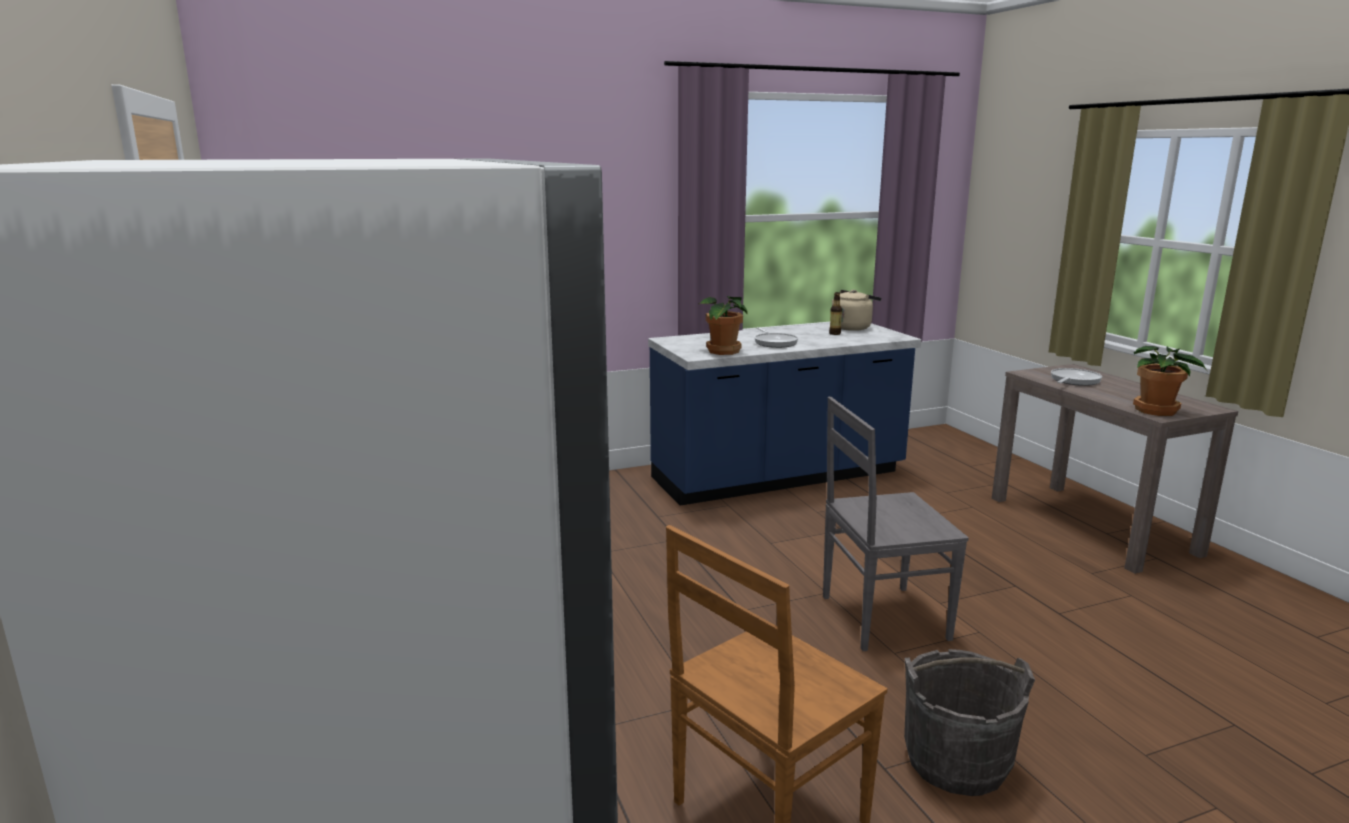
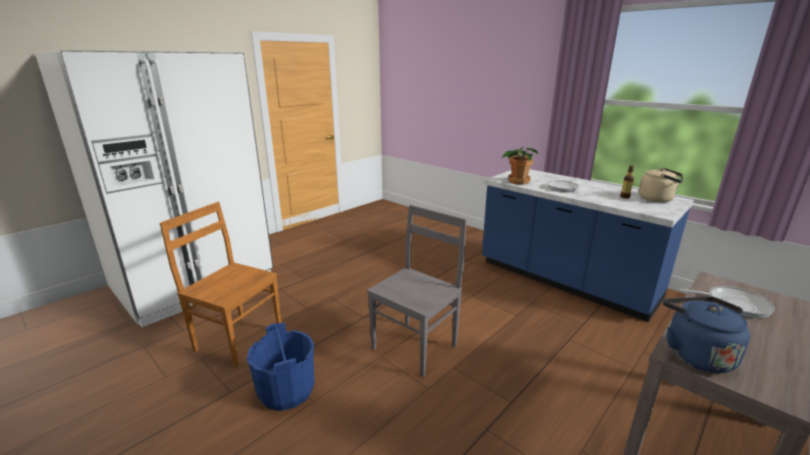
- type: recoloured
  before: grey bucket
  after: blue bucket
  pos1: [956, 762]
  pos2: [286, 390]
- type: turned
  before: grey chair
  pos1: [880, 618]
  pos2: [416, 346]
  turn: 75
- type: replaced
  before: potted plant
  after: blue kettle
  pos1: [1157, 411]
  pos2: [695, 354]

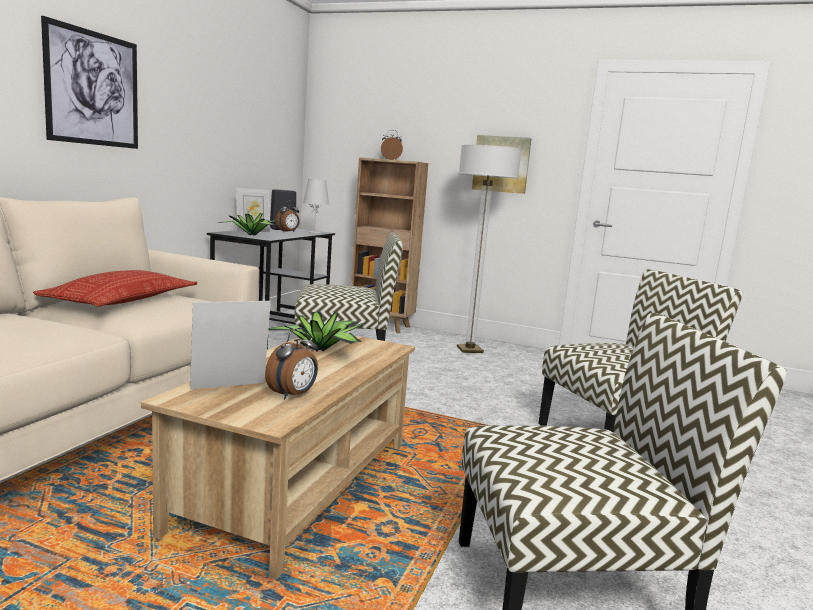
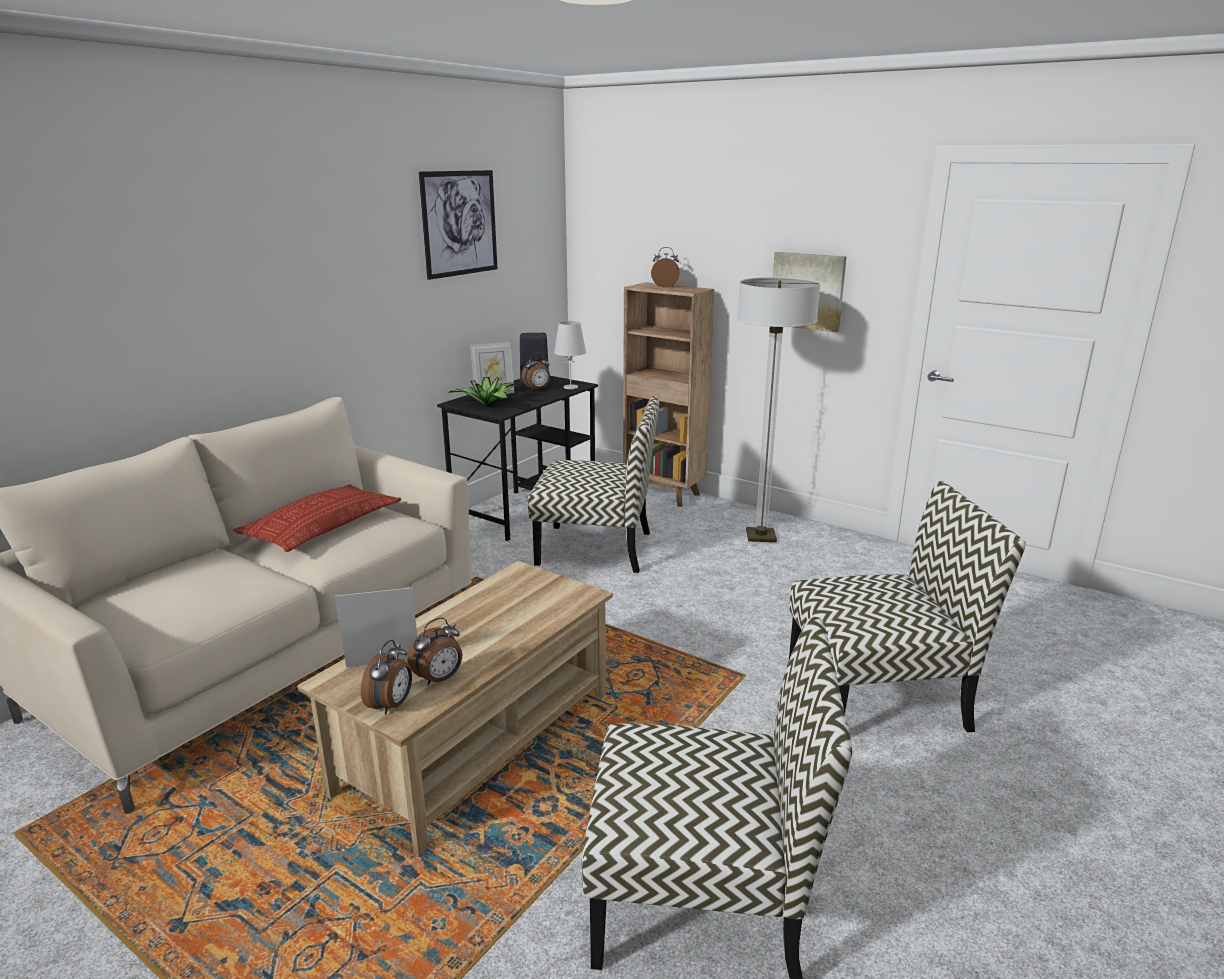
- type: added
  after: alarm clock
  pos2: [392, 705]
- type: moved
  before: picture
  pos1: [93, 89]
  pos2: [459, 223]
- type: removed
  before: potted plant
  pos1: [321, 349]

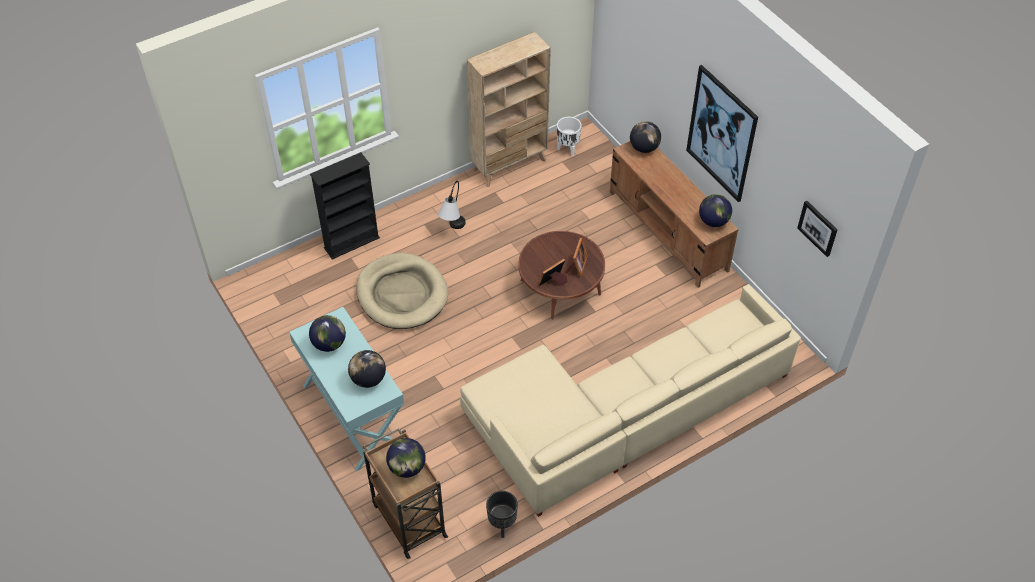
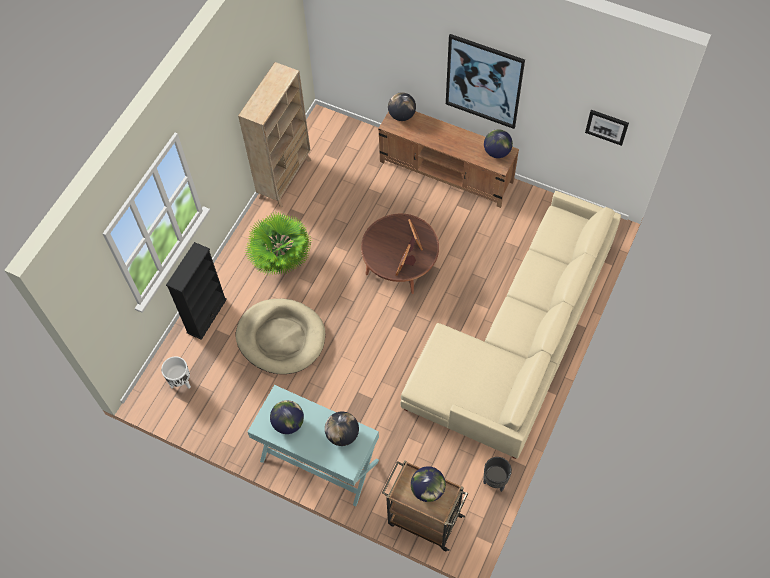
- type: moved
  before: white planter
  pos1: [567, 149]
  pos2: [181, 382]
- type: replaced
  before: table lamp
  after: potted plant
  pos1: [452, 230]
  pos2: [281, 260]

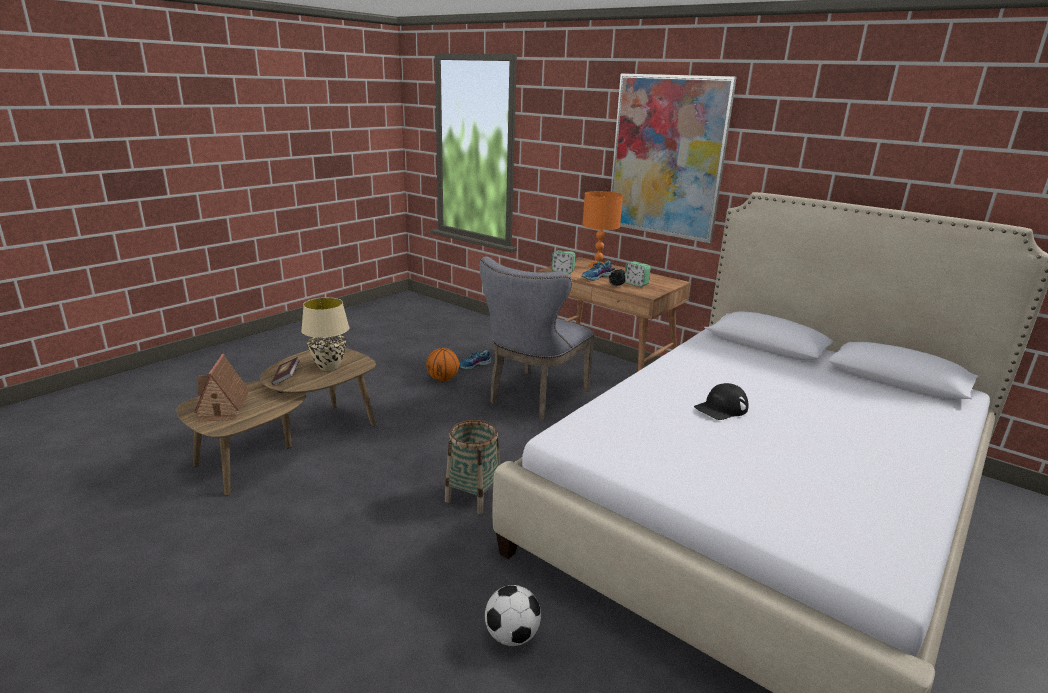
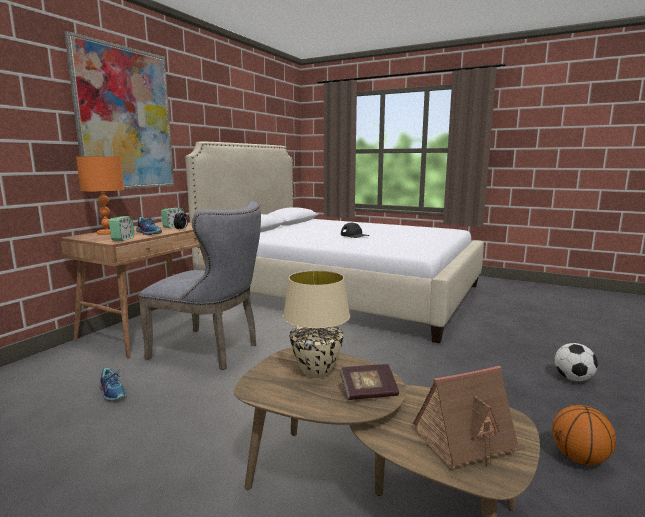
- type: moved
  before: basketball
  pos1: [442, 379]
  pos2: [579, 458]
- type: moved
  before: football
  pos1: [512, 636]
  pos2: [573, 378]
- type: removed
  before: basket
  pos1: [473, 496]

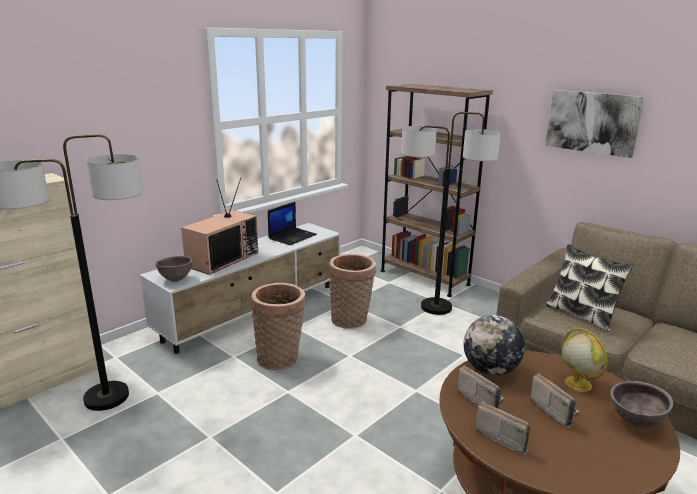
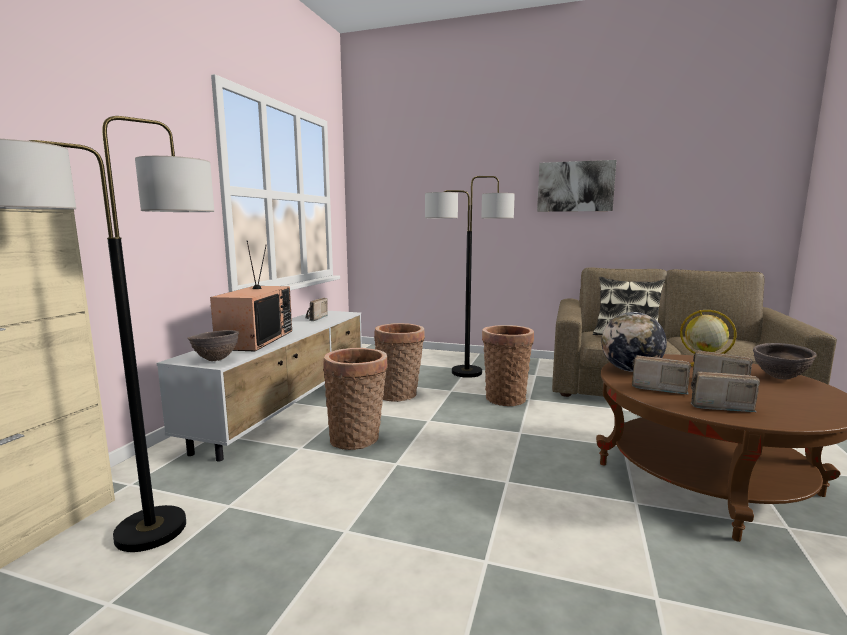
- type: replaced
  before: laptop
  after: radio
  pos1: [292, 236]
  pos2: [314, 318]
- type: added
  after: basket
  pos2: [505, 397]
- type: removed
  before: brown bookcase
  pos1: [424, 278]

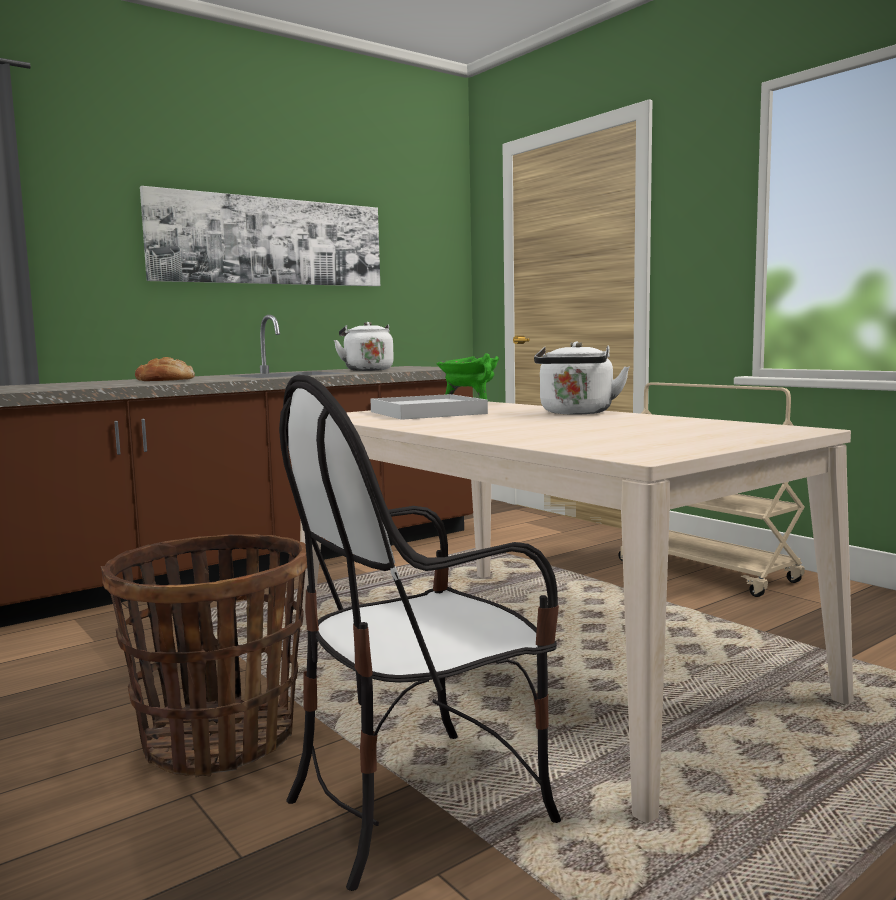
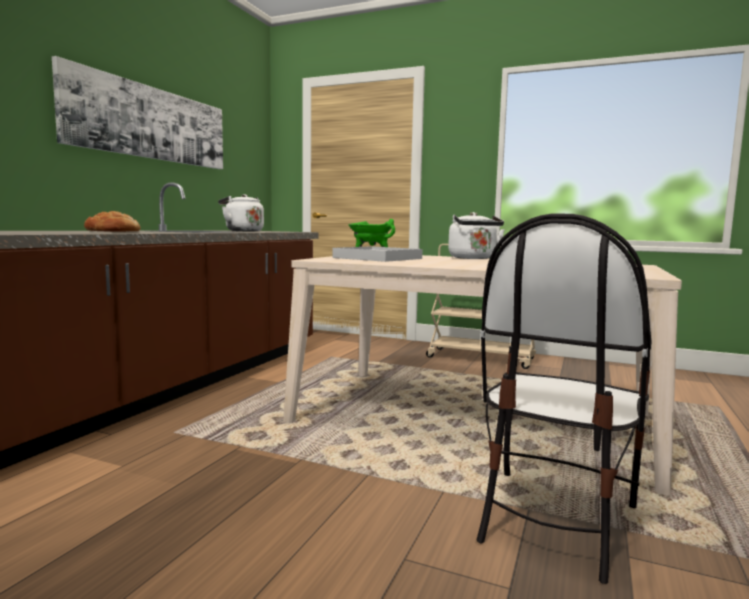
- type: removed
  before: basket
  pos1: [220, 740]

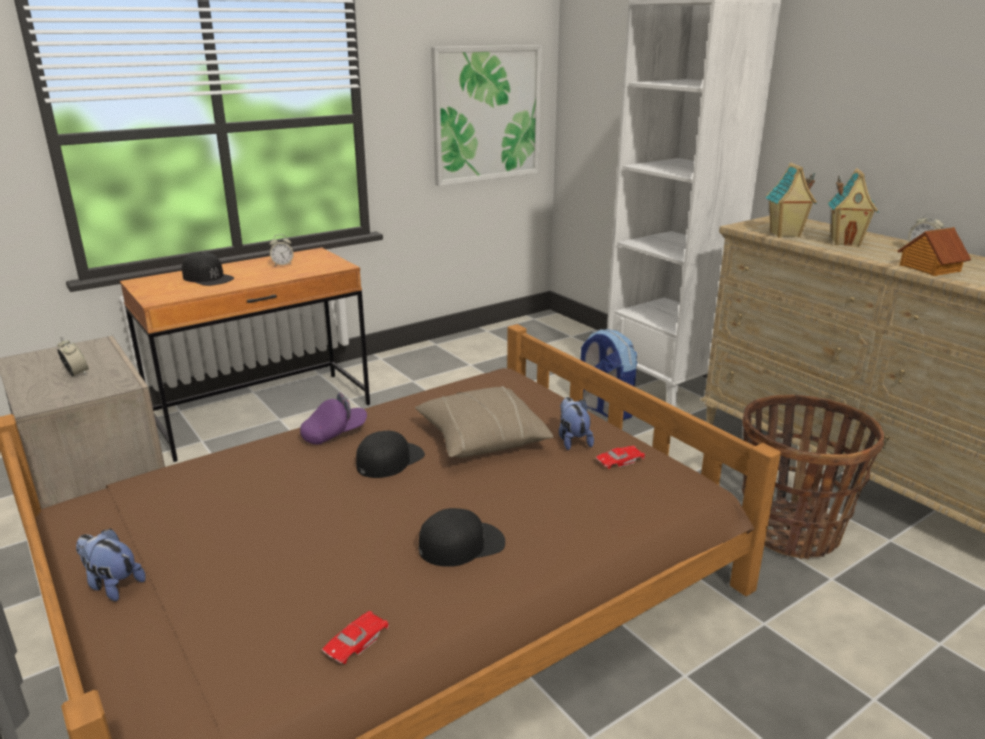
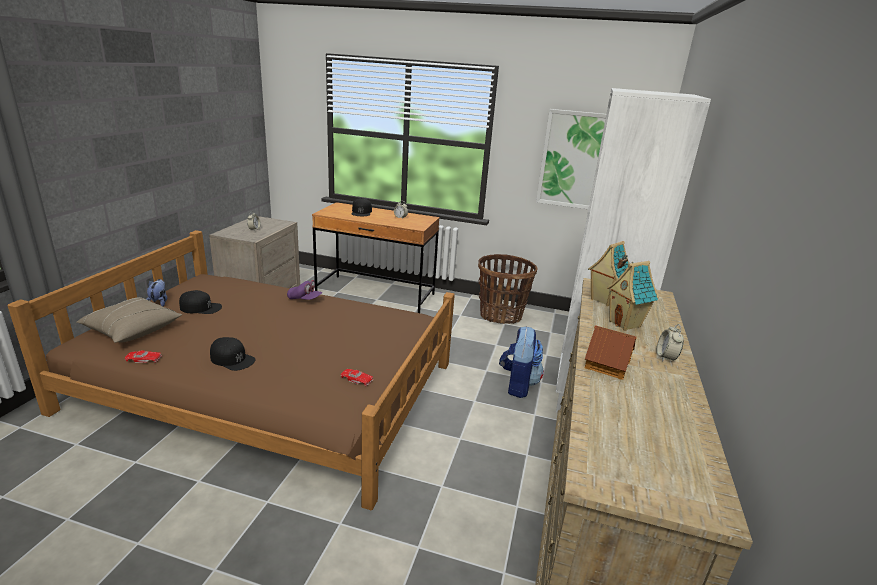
- type: moved
  before: beige pillow
  pos1: [482, 439]
  pos2: [132, 330]
- type: moved
  before: black cap
  pos1: [390, 460]
  pos2: [200, 307]
- type: moved
  before: basket
  pos1: [790, 530]
  pos2: [500, 315]
- type: removed
  before: plush toy
  pos1: [572, 440]

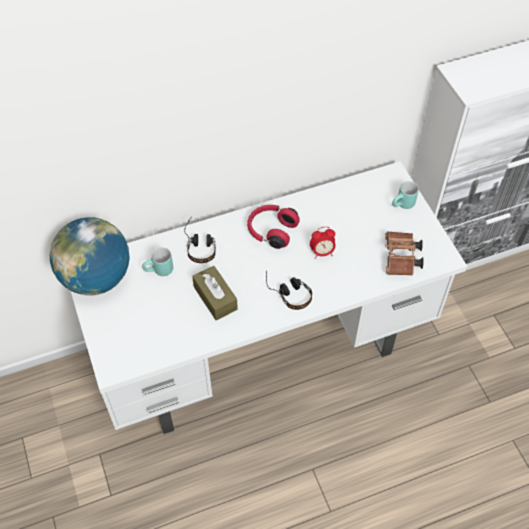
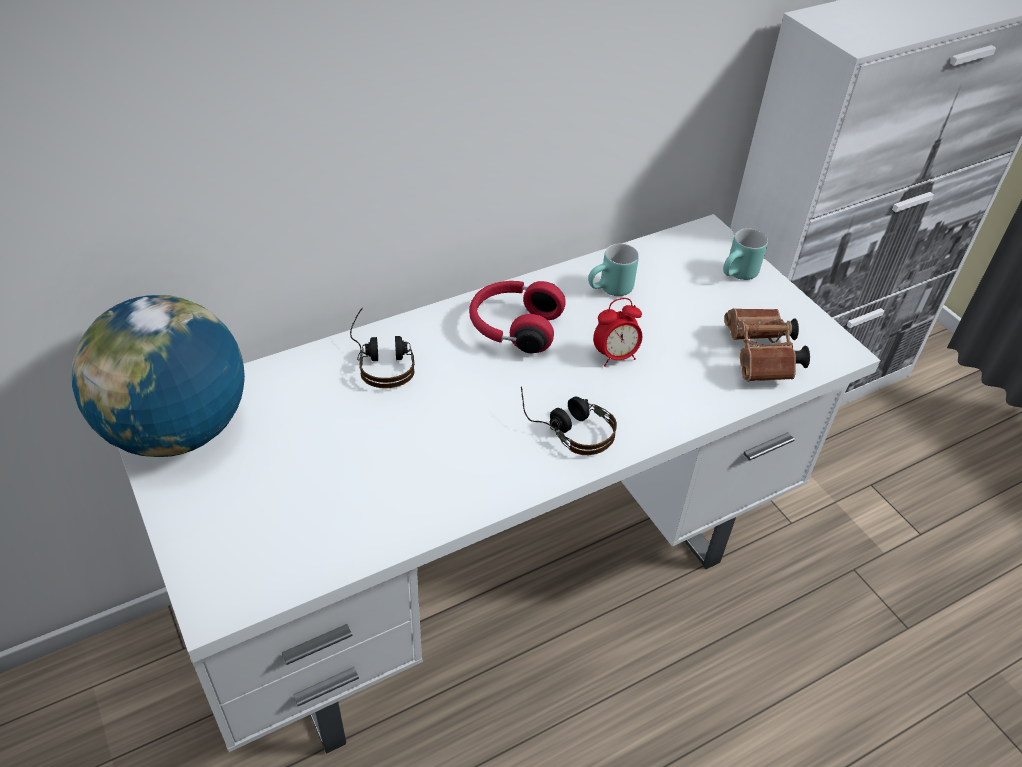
- type: moved
  before: turquoise mug
  pos1: [159, 271]
  pos2: [611, 291]
- type: removed
  before: brown tissue box
  pos1: [215, 298]

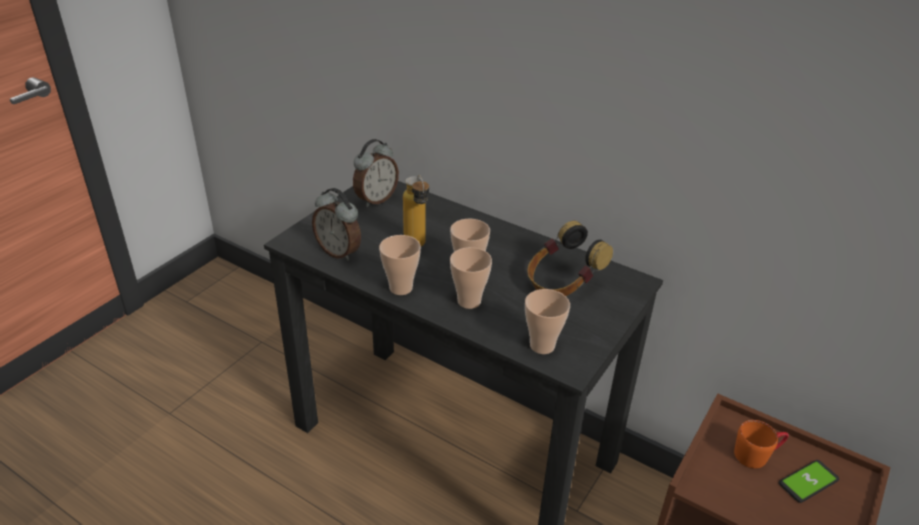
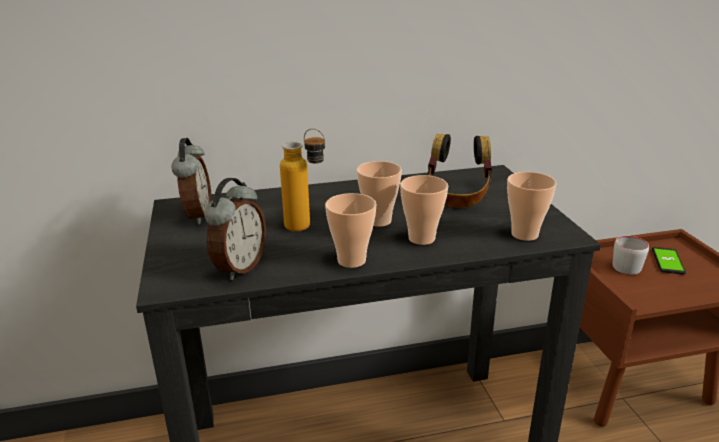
- type: turned
  before: alarm clock
  pos1: [339, 252]
  pos2: [239, 267]
  turn: -60
- type: recoloured
  before: orange mug
  after: grey mug
  pos1: [757, 454]
  pos2: [627, 264]

